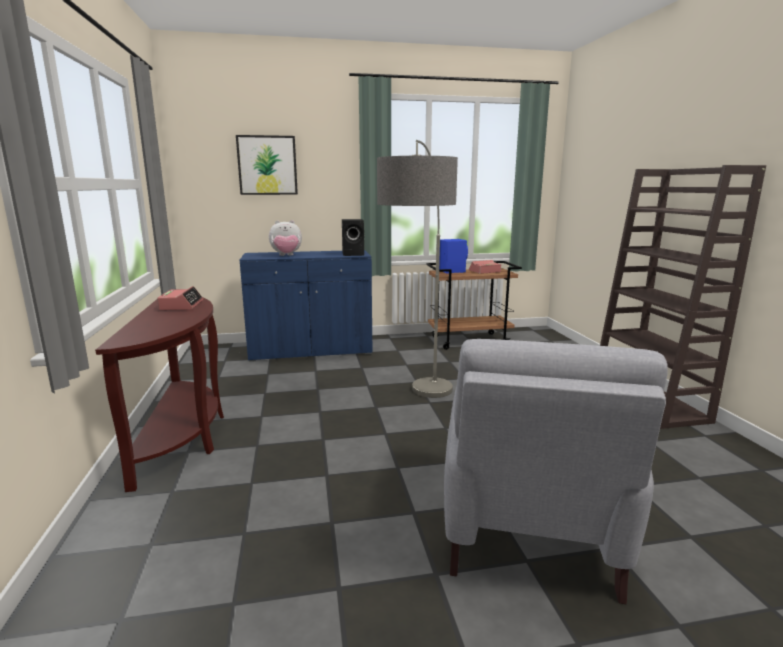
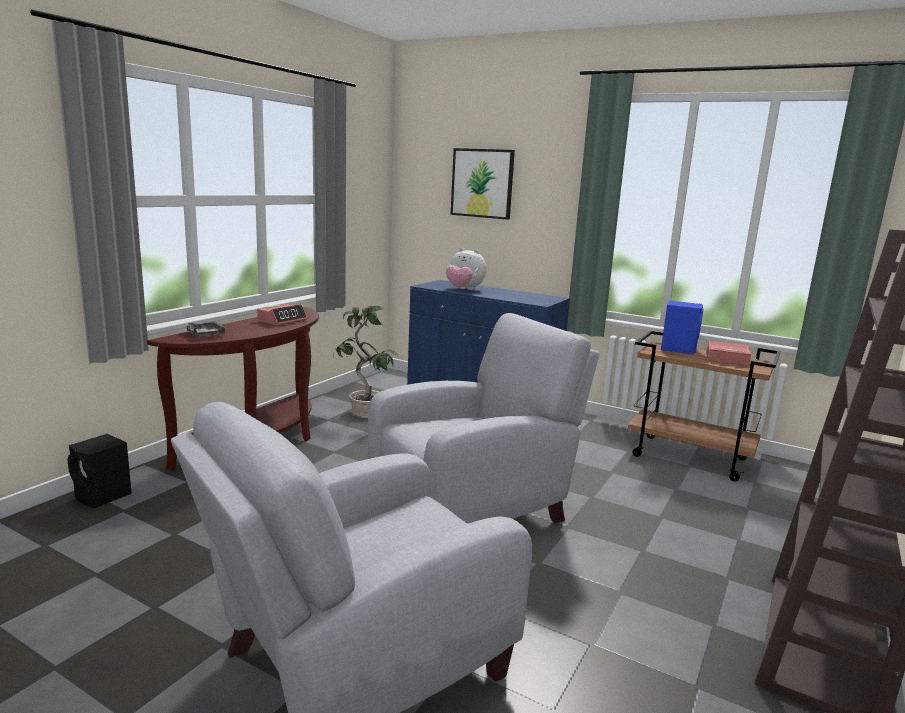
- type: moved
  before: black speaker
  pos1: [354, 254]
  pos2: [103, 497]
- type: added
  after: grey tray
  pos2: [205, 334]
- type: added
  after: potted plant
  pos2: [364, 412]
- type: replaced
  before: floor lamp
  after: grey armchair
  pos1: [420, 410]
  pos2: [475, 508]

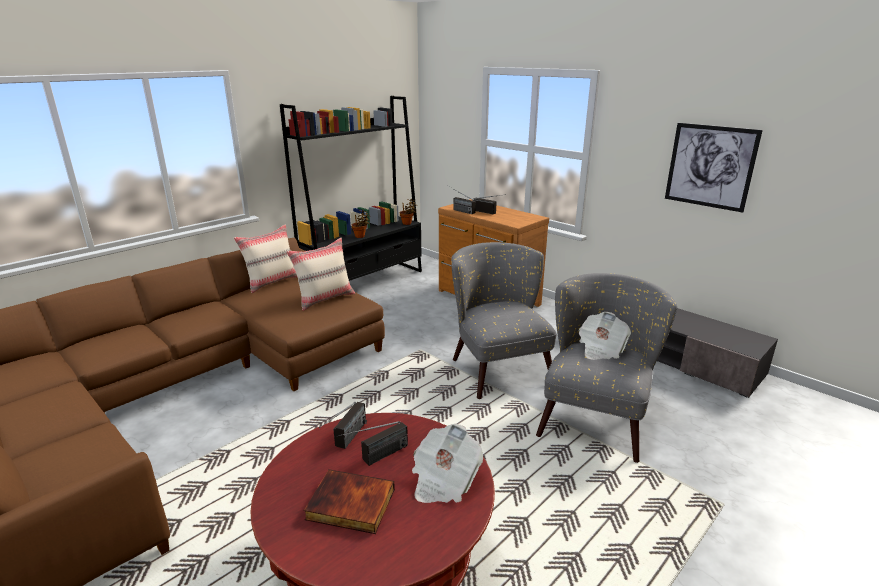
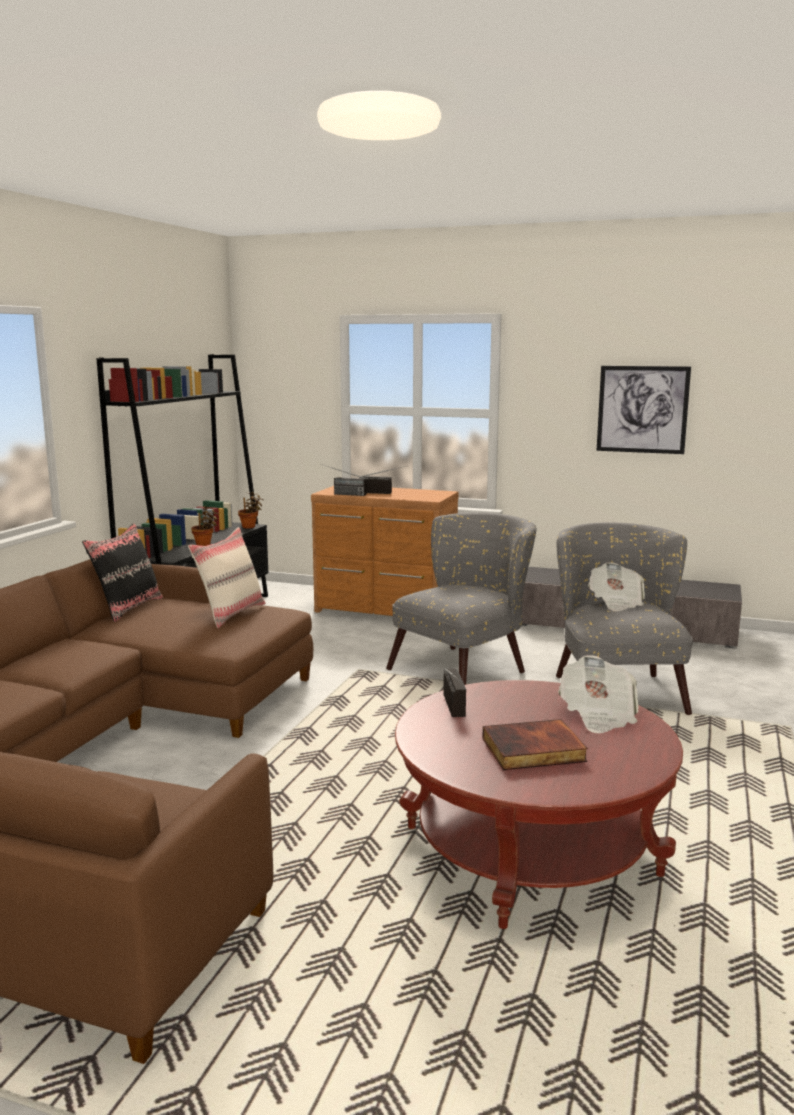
- type: recoloured
  before: beige pillow
  after: black pillow
  pos1: [272, 282]
  pos2: [128, 608]
- type: turned
  before: grey armchair
  pos1: [497, 365]
  pos2: [467, 668]
  turn: 90
- type: removed
  before: radio
  pos1: [375, 458]

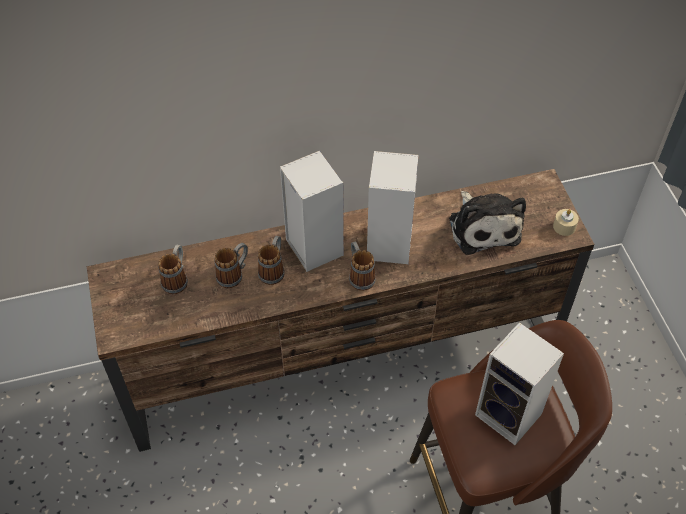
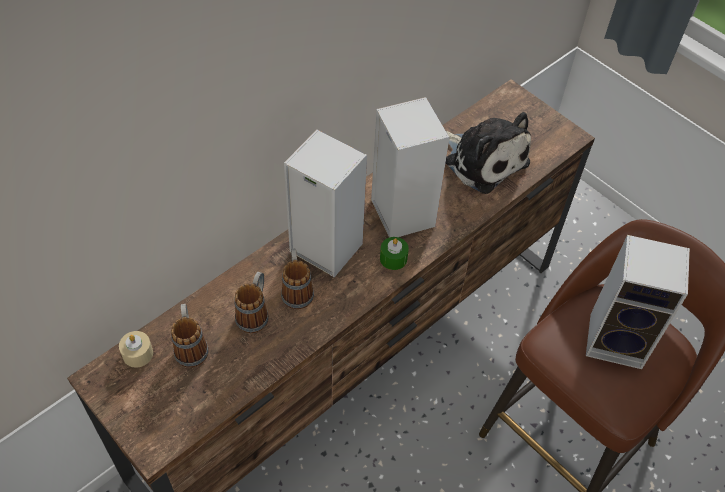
- type: moved
  before: beige candle
  pos1: [564, 226]
  pos2: [138, 354]
- type: replaced
  before: mug
  after: green candle
  pos1: [360, 275]
  pos2: [393, 258]

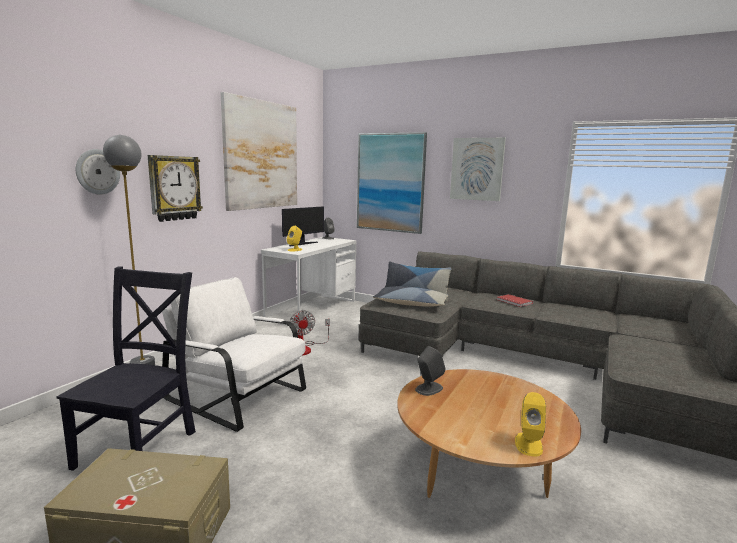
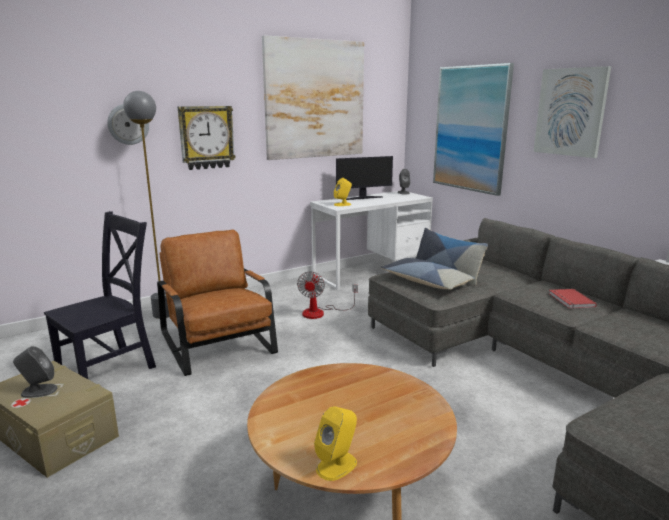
- type: moved
  before: grey speaker
  pos1: [428, 389]
  pos2: [38, 391]
- type: recoloured
  before: white armchair
  after: brown armchair
  pos1: [238, 394]
  pos2: [218, 343]

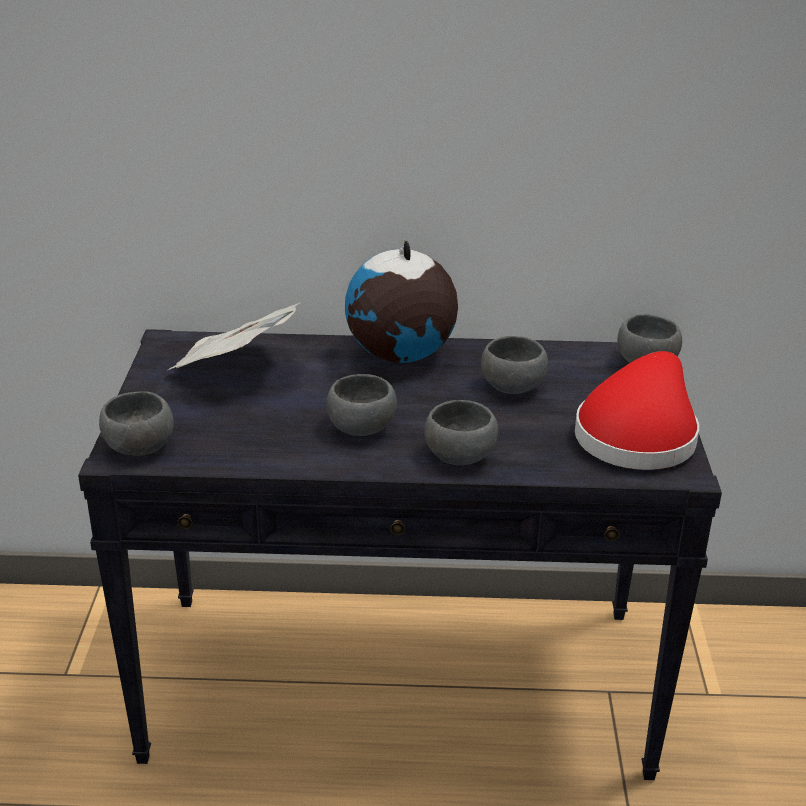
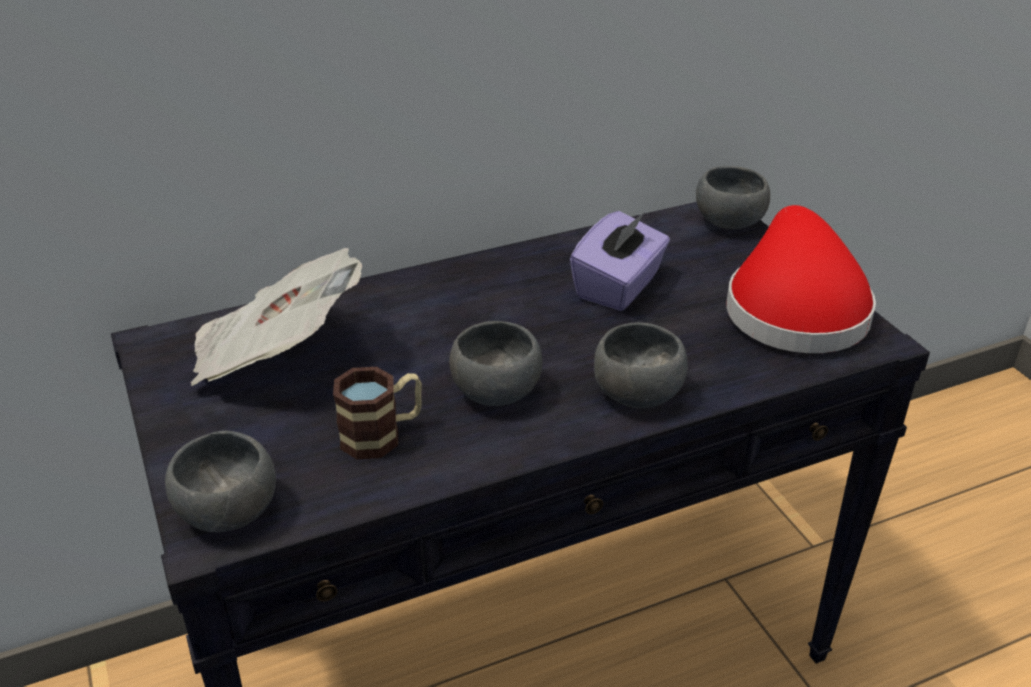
- type: added
  after: mug
  pos2: [382, 434]
- type: replaced
  before: grey bowl
  after: purple tissue box
  pos1: [512, 386]
  pos2: [619, 287]
- type: removed
  before: globe
  pos1: [400, 356]

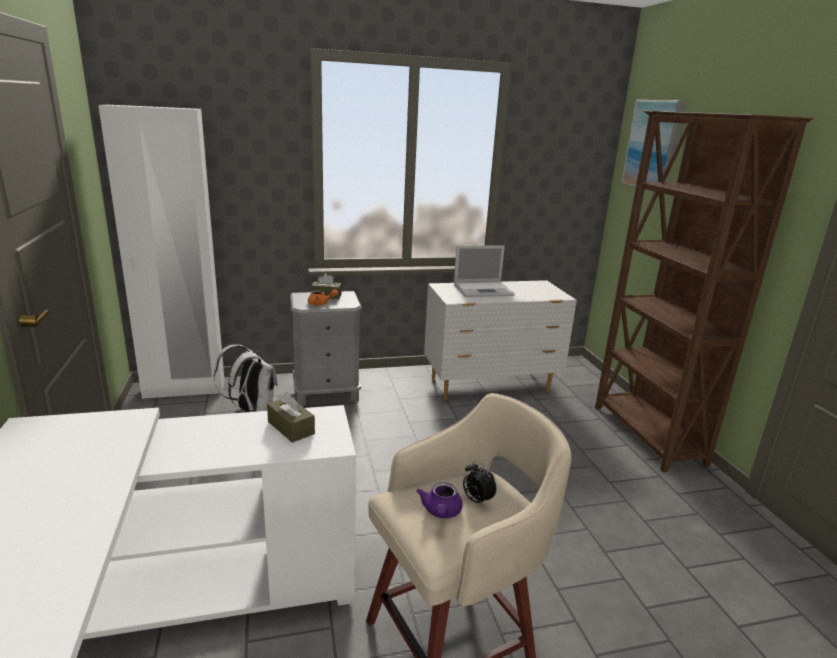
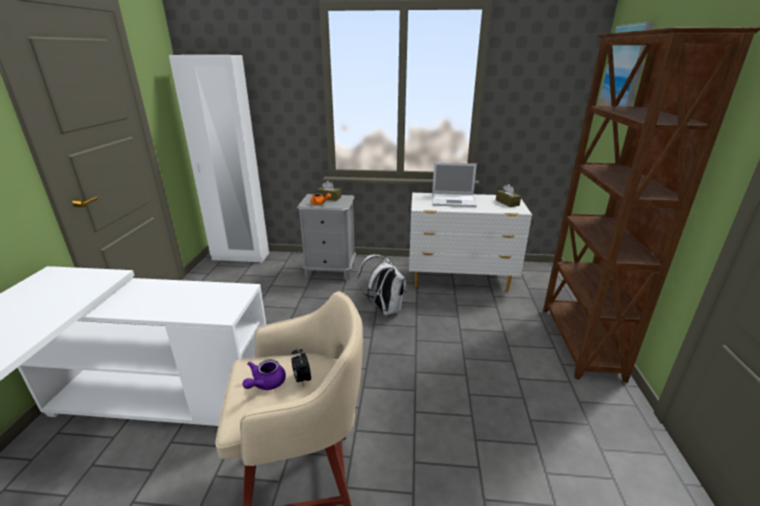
- type: moved
  before: white backpack
  pos1: [252, 412]
  pos2: [384, 309]
- type: moved
  before: brown tissue box
  pos1: [291, 428]
  pos2: [507, 203]

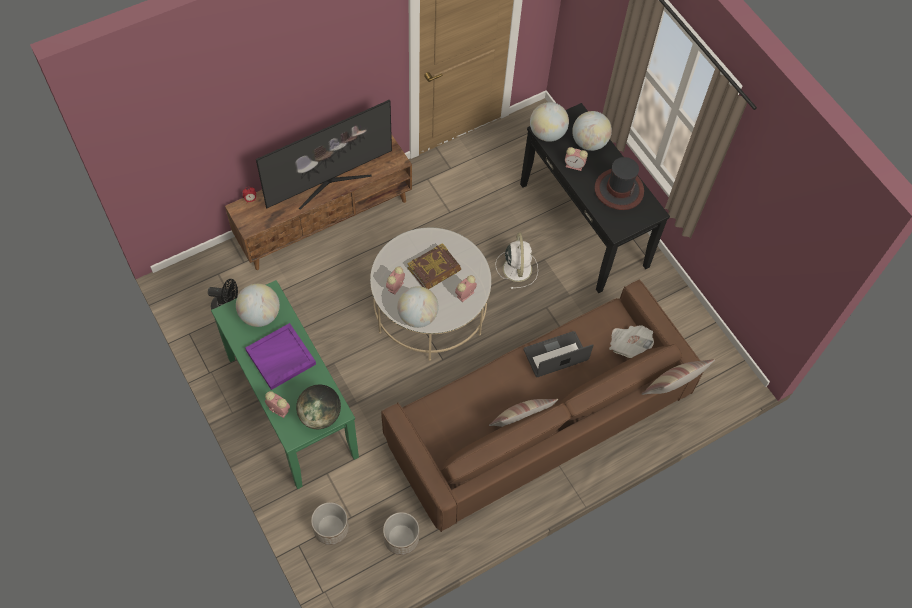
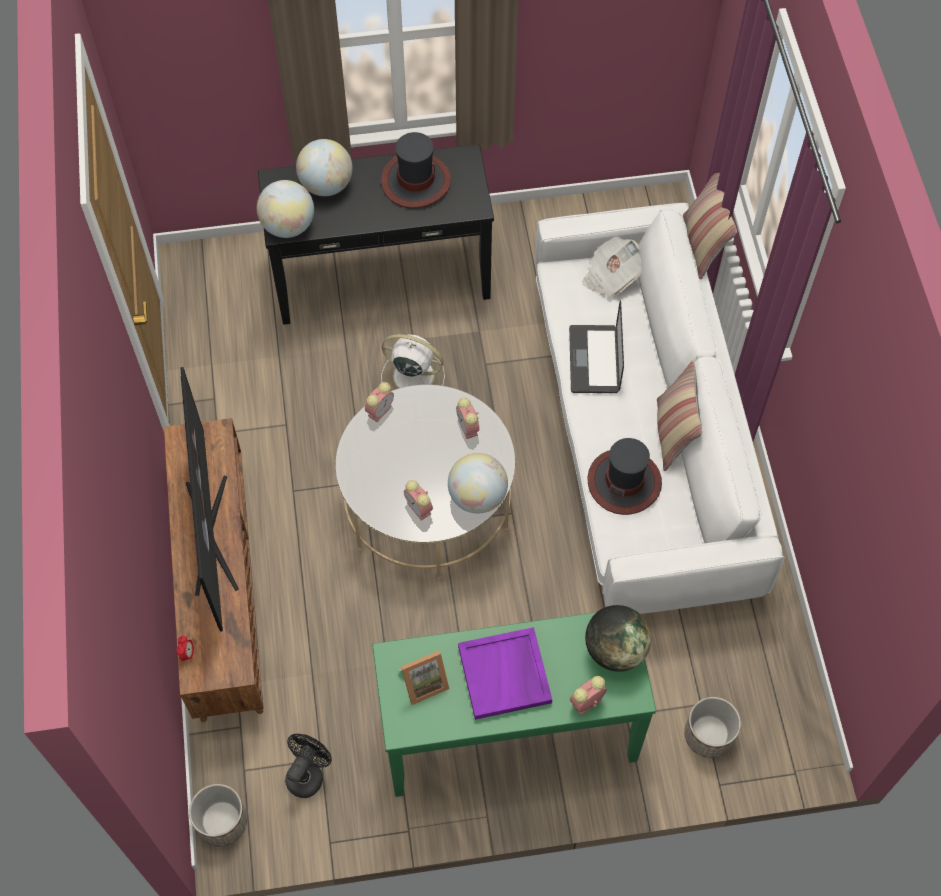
- type: moved
  before: planter
  pos1: [401, 538]
  pos2: [221, 821]
- type: moved
  before: alarm clock
  pos1: [575, 165]
  pos2: [380, 410]
- type: replaced
  before: globe
  after: picture frame
  pos1: [260, 315]
  pos2: [423, 682]
- type: recoloured
  before: brown sofa
  after: white sofa
  pos1: [536, 419]
  pos2: [640, 434]
- type: added
  after: hat
  pos2: [624, 481]
- type: removed
  before: book
  pos1: [434, 270]

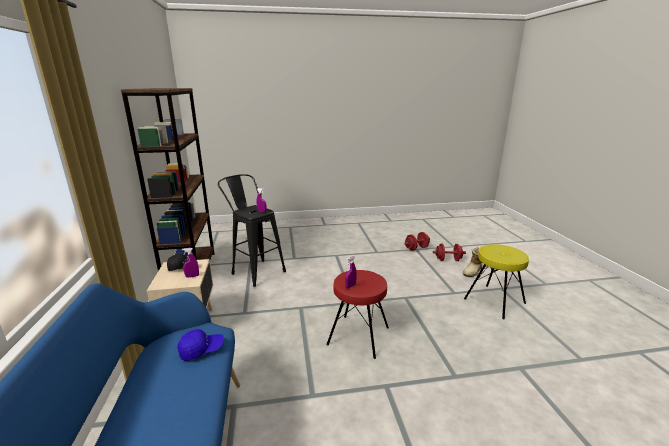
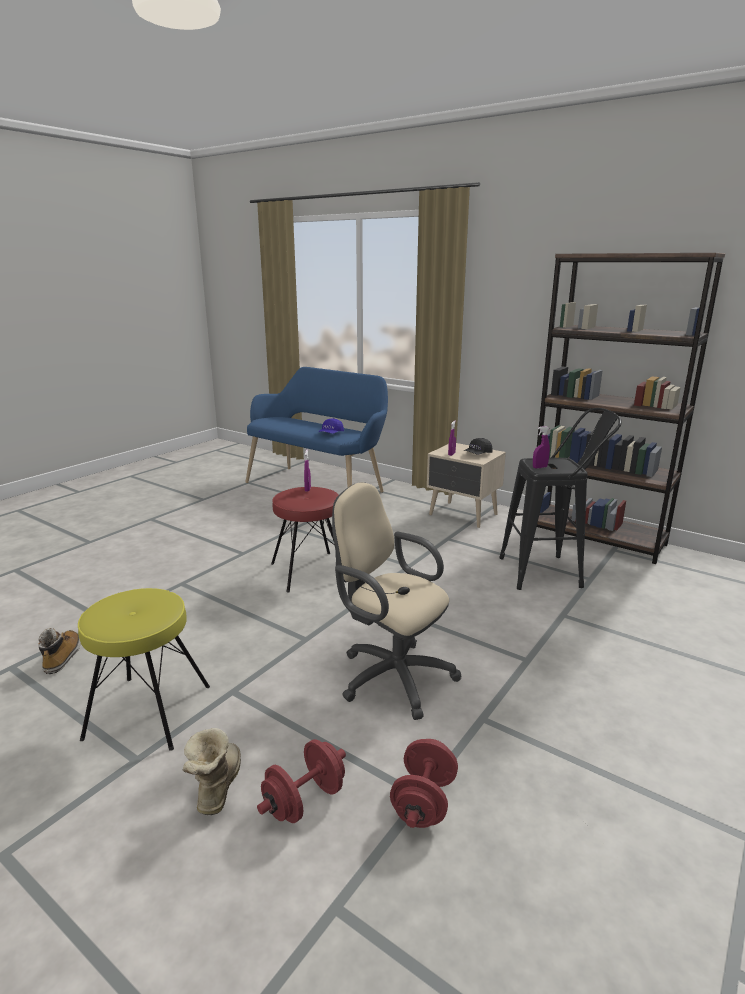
- type: added
  after: boot
  pos2: [62, 657]
- type: added
  after: beige office chair
  pos2: [391, 675]

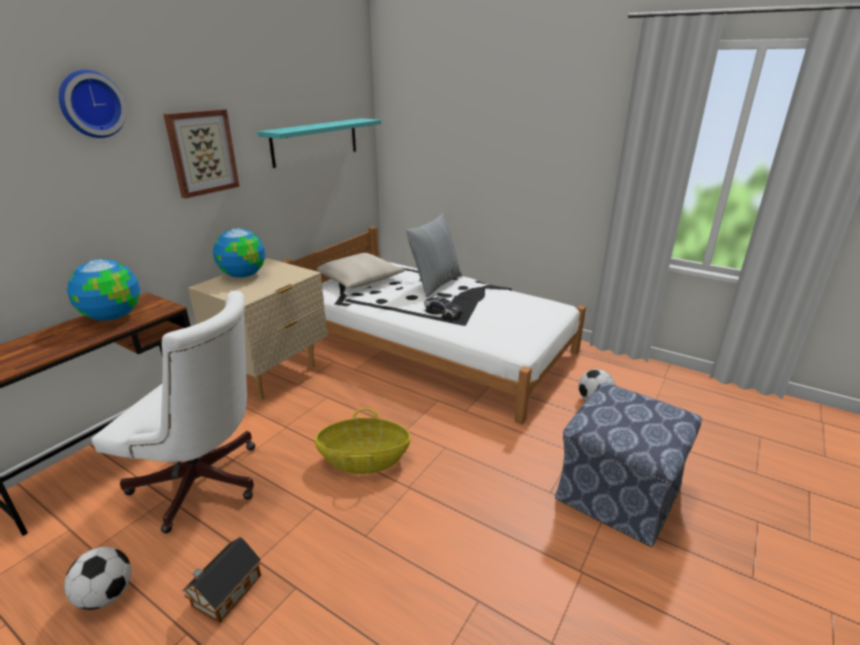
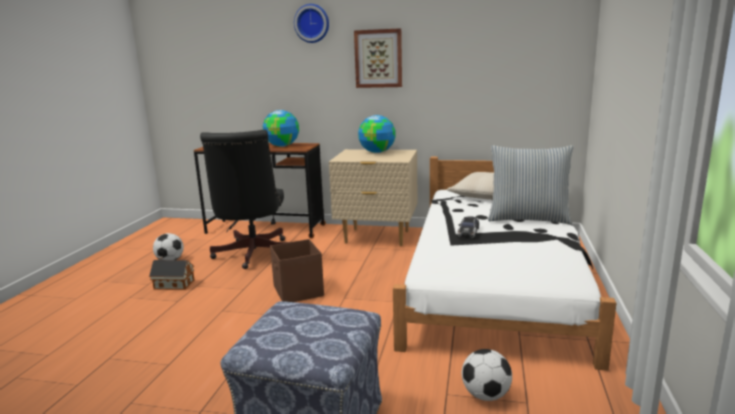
- type: recoloured
  before: white office chair
  after: black office chair
  pos1: [205, 485]
  pos2: [252, 255]
- type: replaced
  before: basket
  after: brown storage box
  pos1: [364, 460]
  pos2: [298, 291]
- type: removed
  before: turquoise shelf
  pos1: [315, 141]

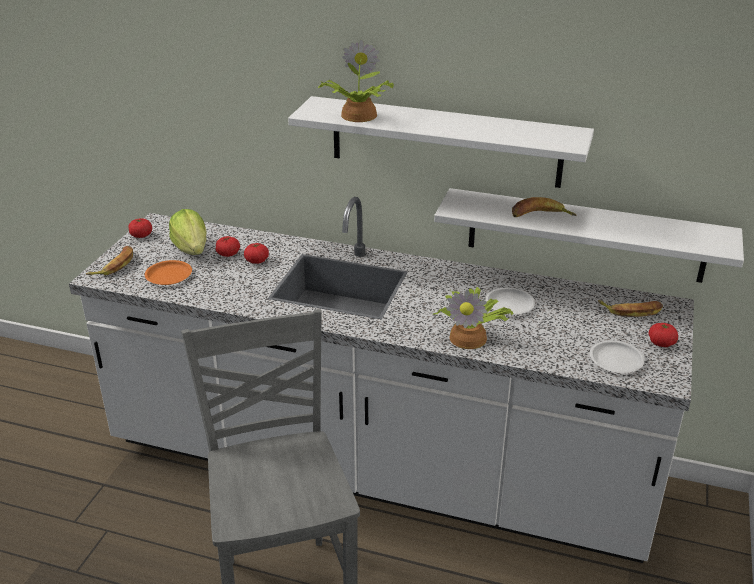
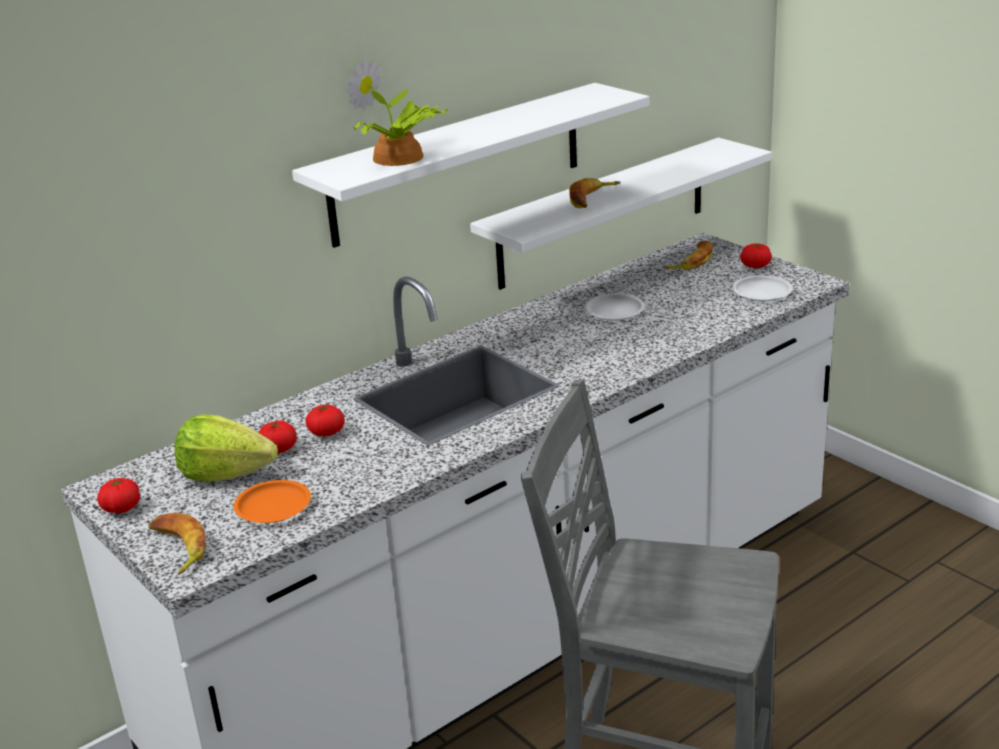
- type: removed
  before: potted plant
  pos1: [470, 336]

